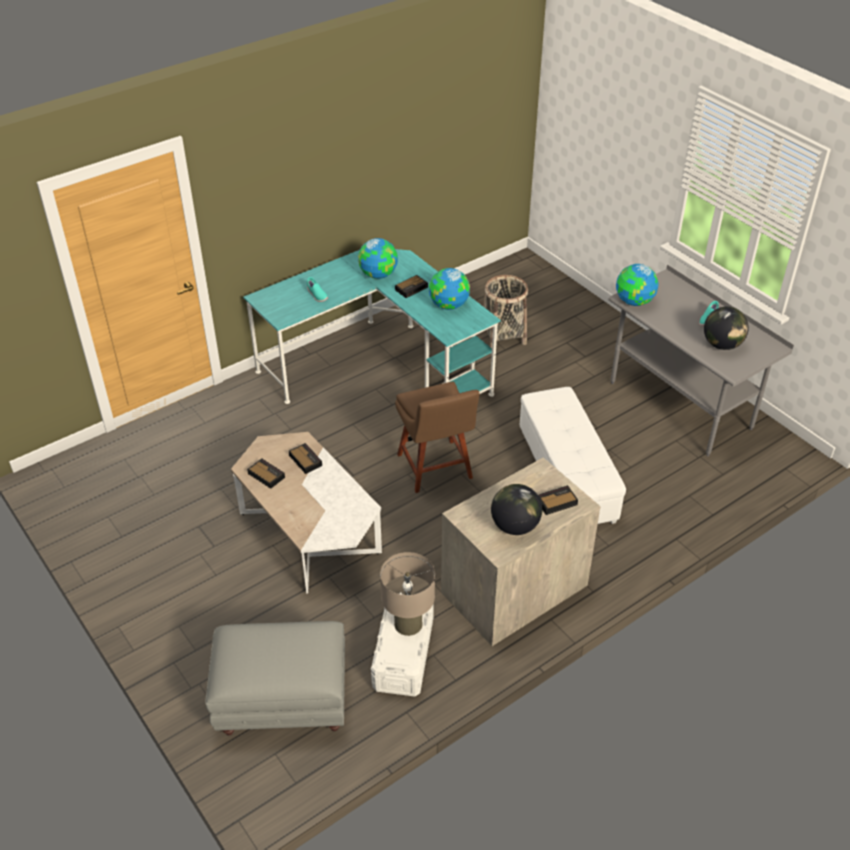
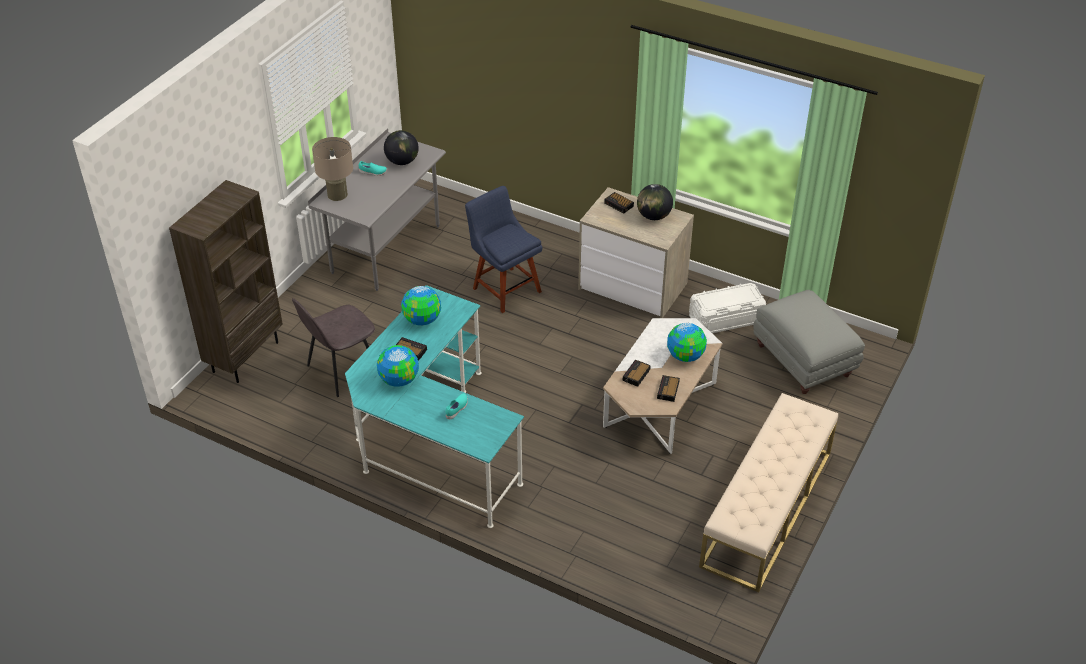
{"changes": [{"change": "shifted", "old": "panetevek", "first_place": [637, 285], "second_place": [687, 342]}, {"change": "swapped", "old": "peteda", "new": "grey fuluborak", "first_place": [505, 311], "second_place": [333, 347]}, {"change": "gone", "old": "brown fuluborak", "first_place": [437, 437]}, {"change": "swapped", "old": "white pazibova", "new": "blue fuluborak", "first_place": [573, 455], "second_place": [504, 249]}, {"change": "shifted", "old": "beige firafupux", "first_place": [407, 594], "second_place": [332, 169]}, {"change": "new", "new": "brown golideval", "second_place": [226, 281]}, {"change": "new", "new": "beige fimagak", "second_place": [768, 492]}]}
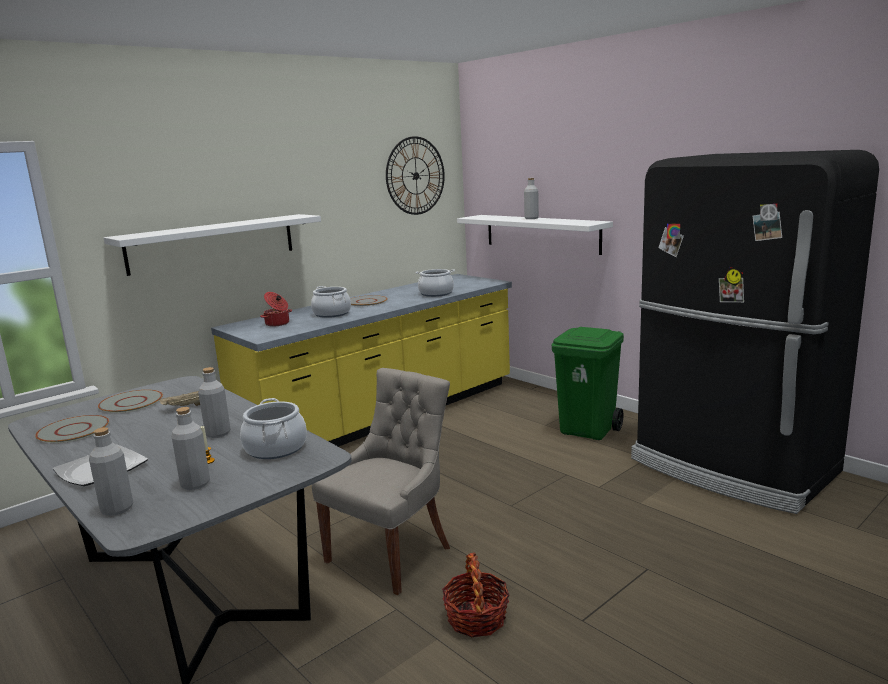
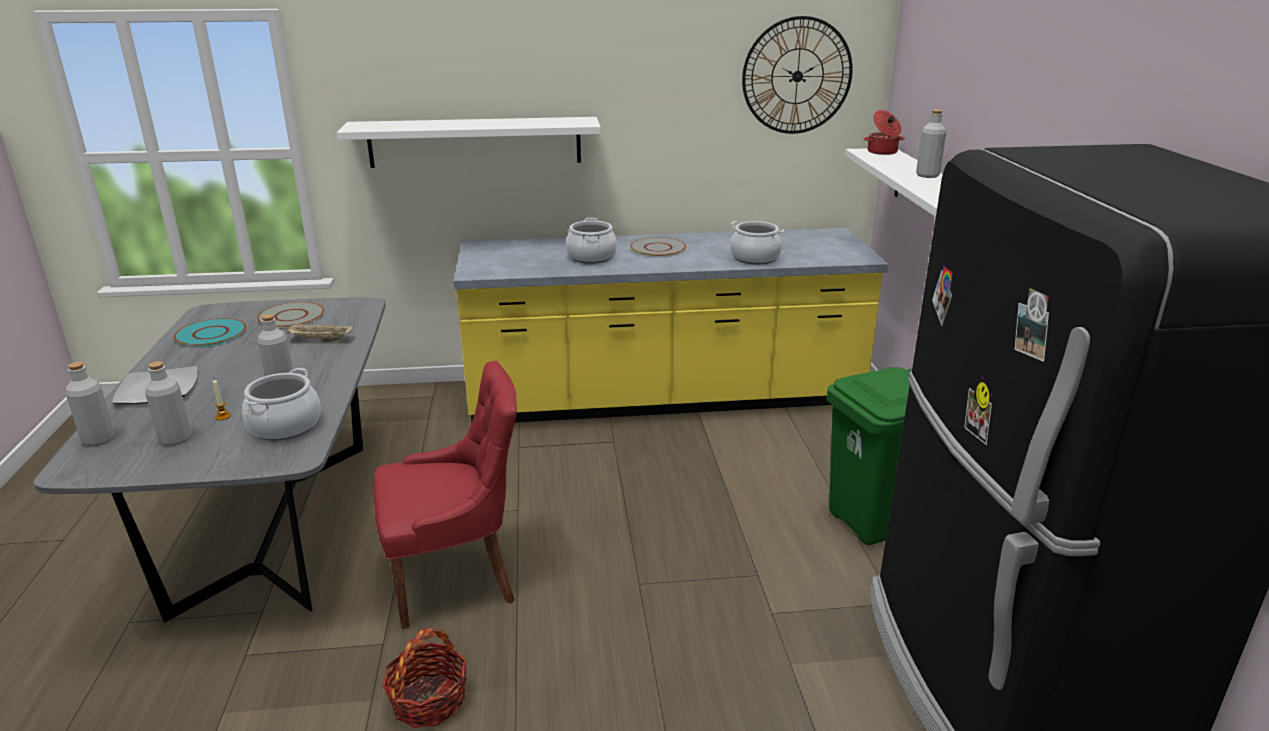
{"changes": [{"change": "shifted", "old": "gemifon", "first_place": [276, 309], "second_place": [884, 132]}, {"change": "repainted", "old": "grey fuluborak", "new": "red fuluborak", "first_place": [381, 481], "second_place": [445, 495]}, {"change": "repainted", "old": "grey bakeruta", "new": "turquoise bakeruta", "first_place": [72, 429], "second_place": [210, 332]}]}
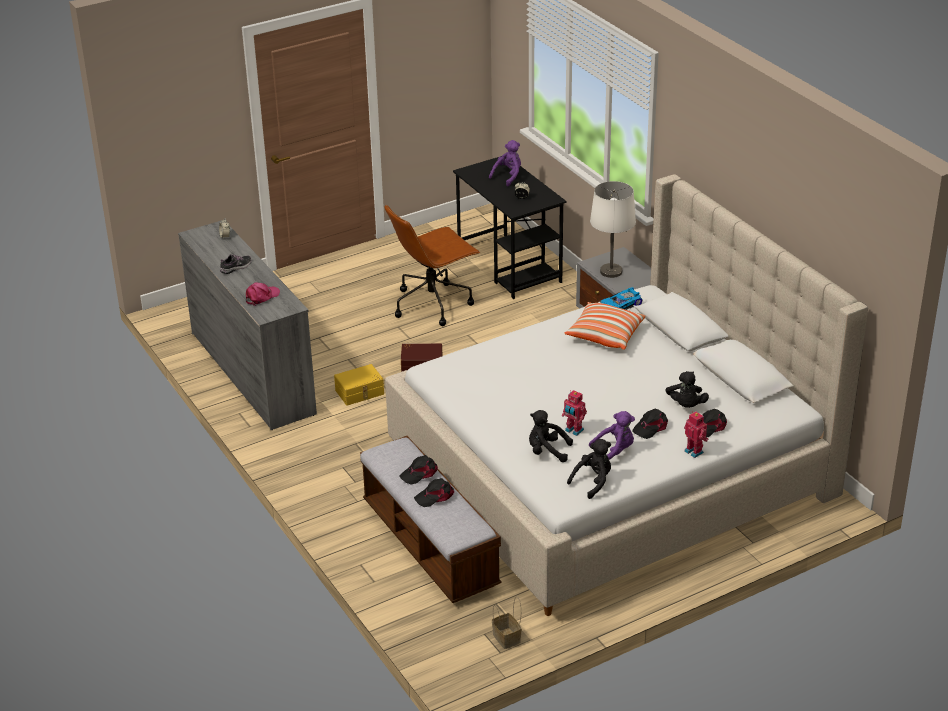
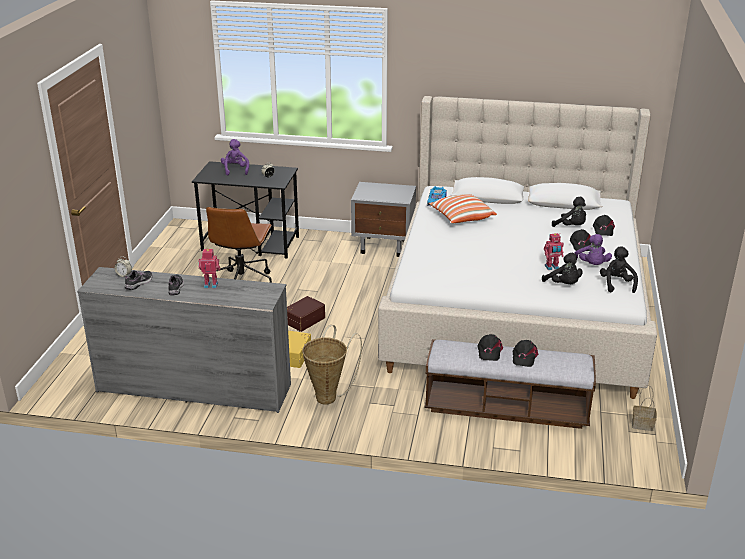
{"changes": [{"change": "gone", "old": "white firafupux", "first_place": [613, 229]}, {"change": "gone", "old": "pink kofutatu", "first_place": [263, 294]}, {"change": "rotated", "old": "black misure", "first_place": [551, 436], "second_place": [562, 268], "degrees": -90}, {"change": "rotated", "old": "purple misure", "first_place": [612, 435], "second_place": [593, 249], "degrees": 150}, {"change": "shifted", "old": "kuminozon", "first_place": [696, 434], "second_place": [209, 268]}, {"change": "new", "new": "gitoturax", "second_place": [139, 280]}, {"change": "new", "new": "peteda", "second_place": [332, 365]}]}
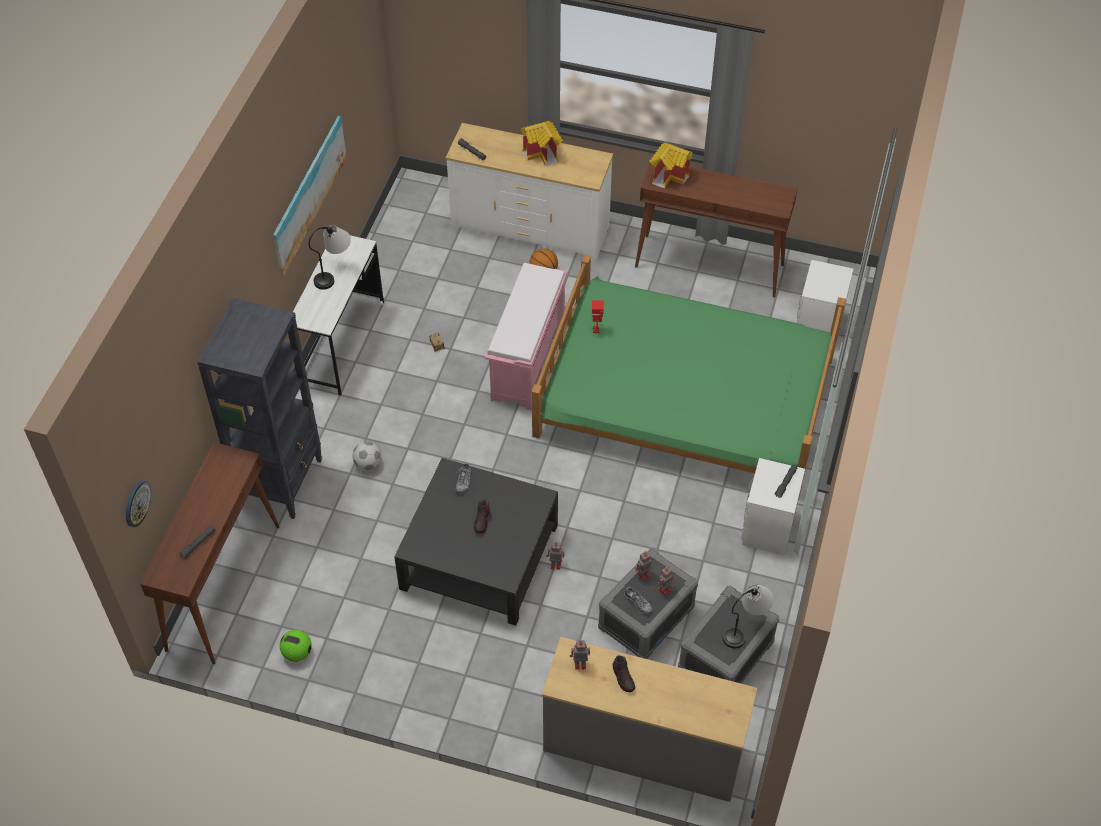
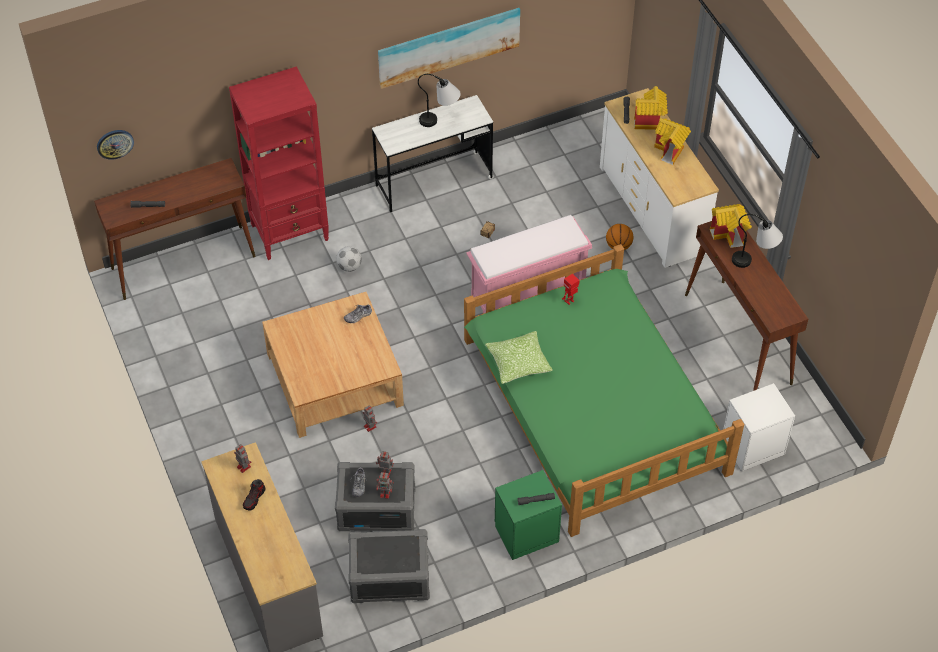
{"changes": [{"change": "repainted", "old": "black golideval", "new": "red golideval", "first_place": [259, 408], "second_place": [279, 163]}, {"change": "repainted", "old": "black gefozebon", "new": "beige gefozebon", "first_place": [476, 542], "second_place": [333, 365]}, {"change": "repainted", "old": "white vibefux", "new": "green vibefux", "first_place": [773, 506], "second_place": [528, 515]}, {"change": "gone", "old": "gitoturax", "first_place": [482, 517]}, {"change": "shifted", "old": "firafupux", "first_place": [748, 617], "second_place": [757, 241]}, {"change": "gone", "old": "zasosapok", "first_place": [296, 646]}, {"change": "new", "new": "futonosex", "second_place": [651, 108]}, {"change": "new", "new": "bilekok", "second_place": [519, 357]}]}
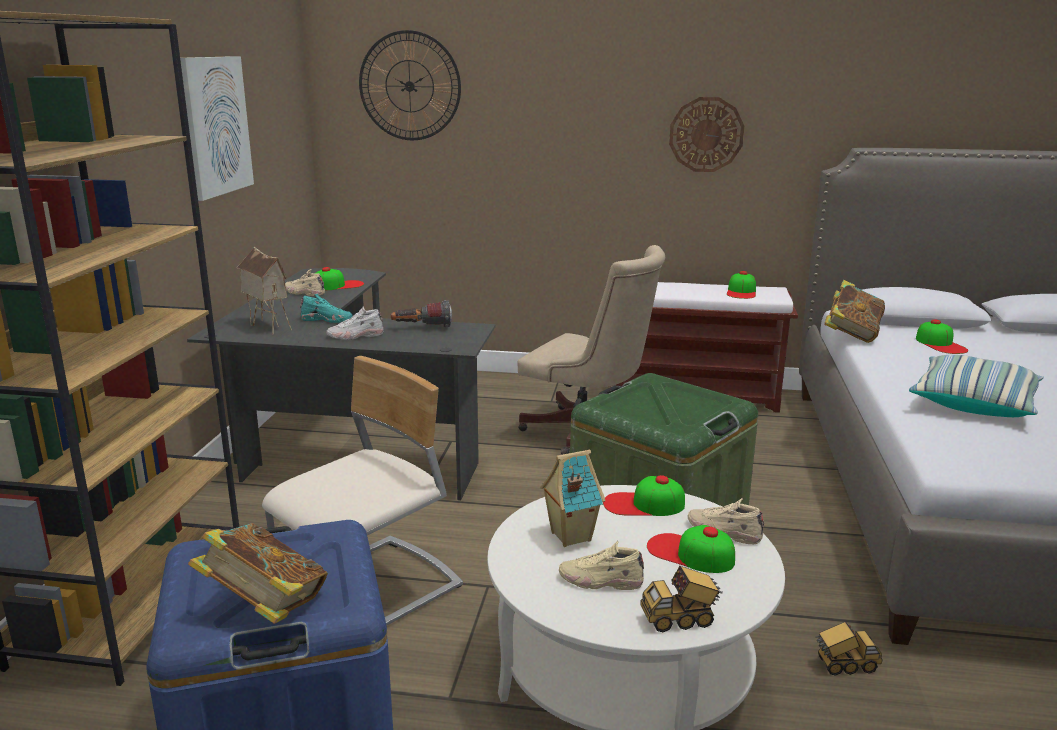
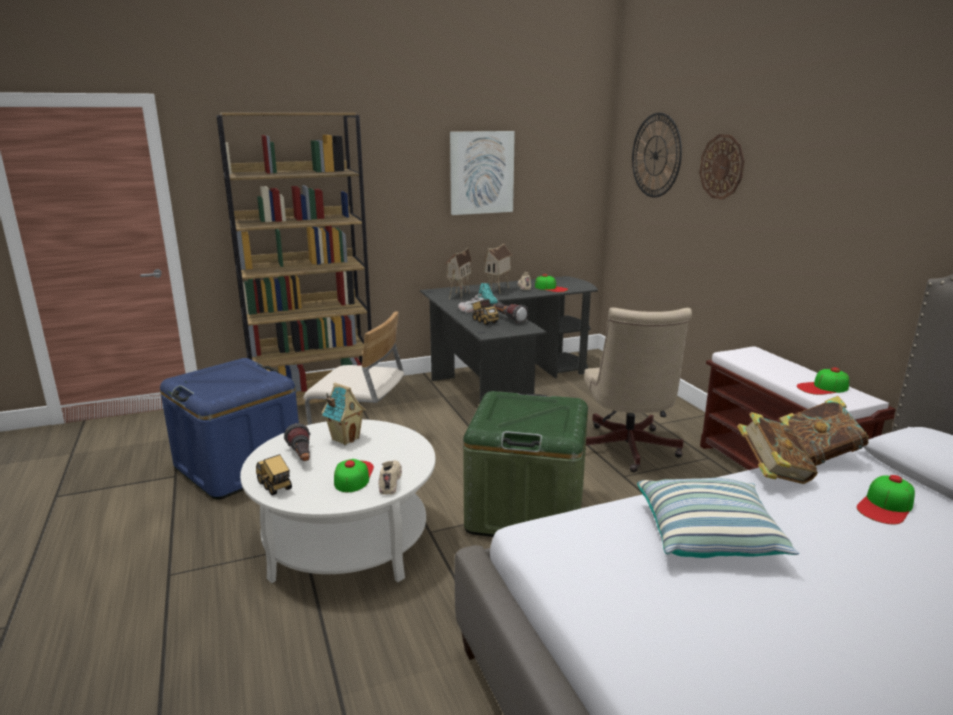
{"changes": [{"change": "shifted", "old": "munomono", "first_place": [706, 134], "second_place": [722, 167]}, {"change": "gone", "old": "kofutatu", "first_place": [644, 495]}, {"change": "shifted", "old": "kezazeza", "first_place": [258, 573], "second_place": [777, 448]}, {"change": "swapped", "old": "beige gitoturax", "new": "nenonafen", "first_place": [601, 565], "second_place": [297, 442]}, {"change": "shifted", "old": "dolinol", "first_place": [849, 648], "second_place": [485, 312]}, {"change": "new", "new": "futonosex", "second_place": [498, 269]}]}
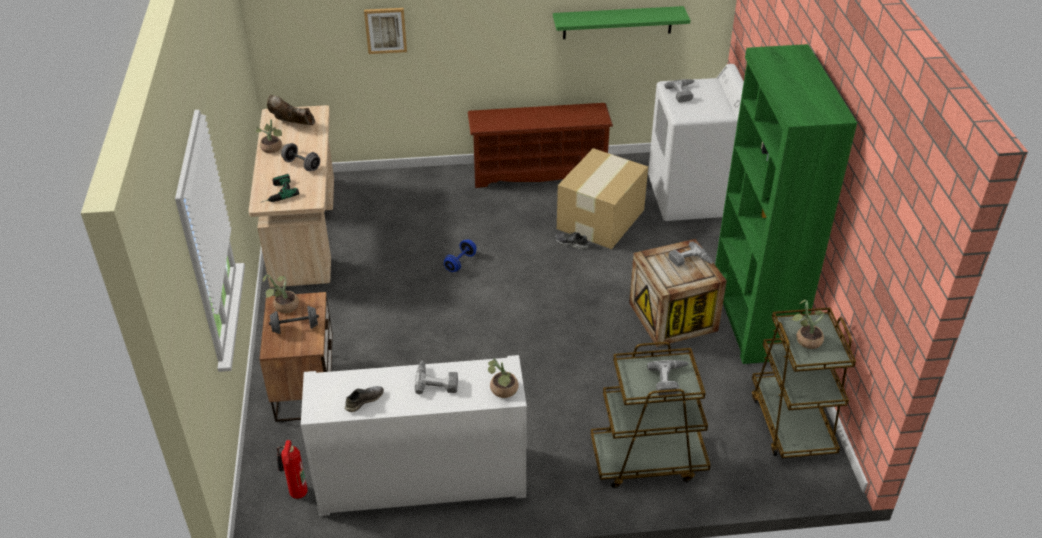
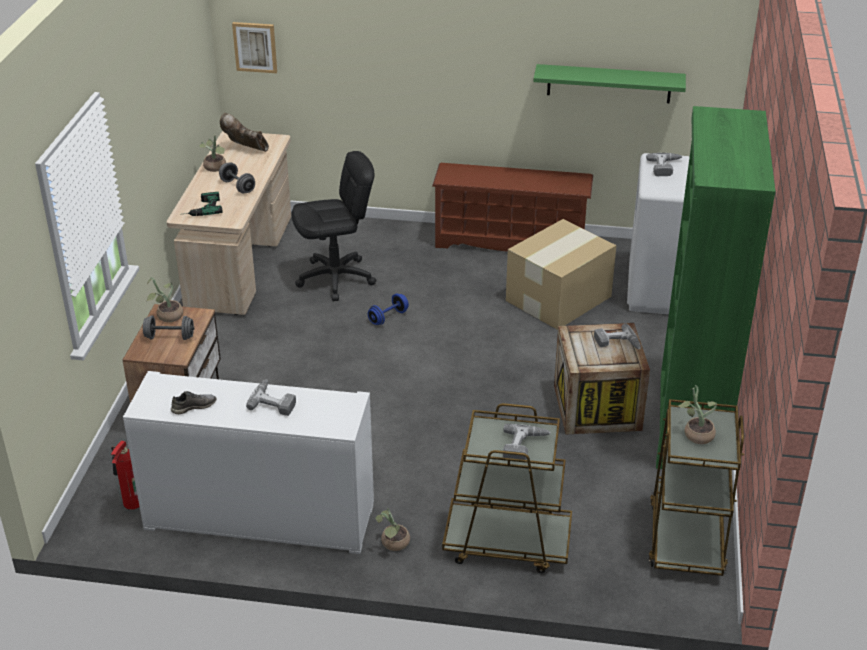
{"changes": [{"change": "shifted", "old": "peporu", "first_place": [385, 31], "second_place": [254, 47]}, {"change": "gone", "old": "gitoturax", "first_place": [572, 240]}, {"change": "shifted", "old": "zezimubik", "first_place": [503, 378], "second_place": [393, 530]}, {"change": "new", "new": "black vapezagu", "second_place": [334, 226]}]}
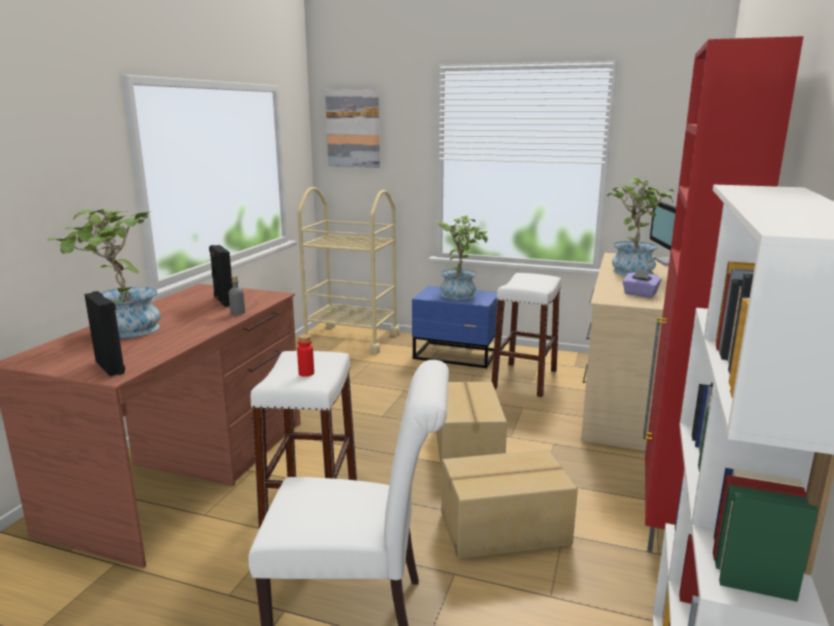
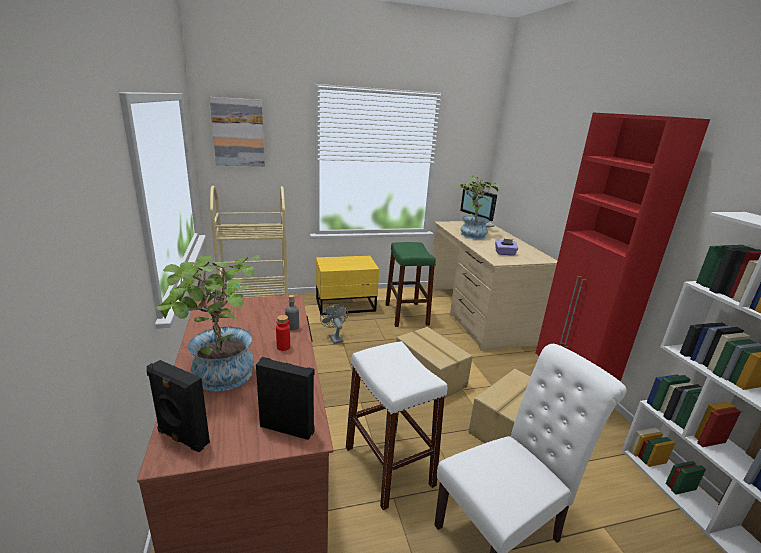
{"changes": [{"change": "gone", "old": "zezimubik", "first_place": [461, 257]}, {"change": "shifted", "old": "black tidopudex", "first_place": [221, 276], "second_place": [178, 406]}, {"change": "repainted", "old": "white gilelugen", "new": "green gilelugen", "first_place": [526, 335], "second_place": [410, 284]}, {"change": "repainted", "old": "blue vibefux", "new": "yellow vibefux", "first_place": [455, 327], "second_place": [347, 285]}, {"change": "shifted", "old": "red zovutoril", "first_place": [305, 355], "second_place": [283, 333]}, {"change": "new", "new": "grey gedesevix", "second_place": [334, 324]}]}
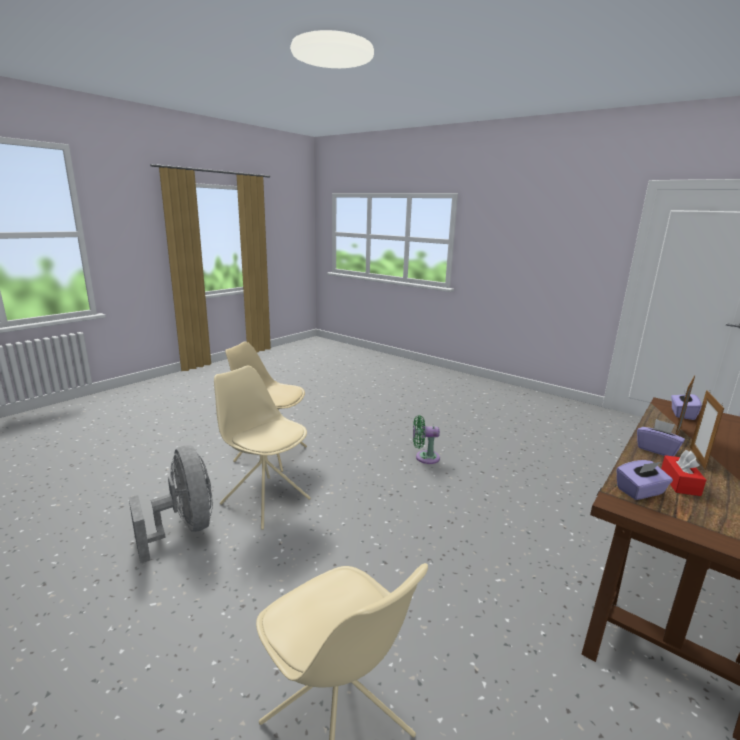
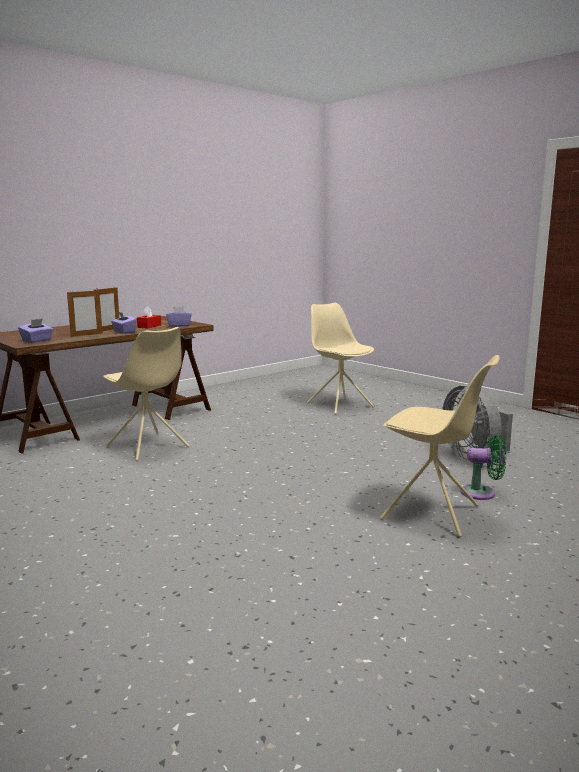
{"changes": [{"change": "shifted", "old": "beige fuluborak", "first_place": [262, 448], "second_place": [146, 394]}, {"change": "shifted", "old": "green gedesevix", "first_place": [426, 439], "second_place": [483, 467]}]}
